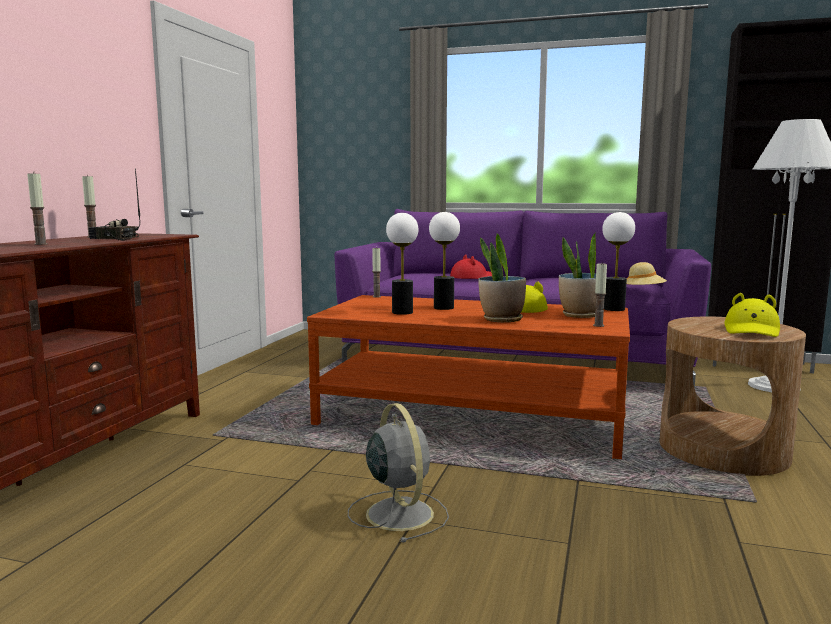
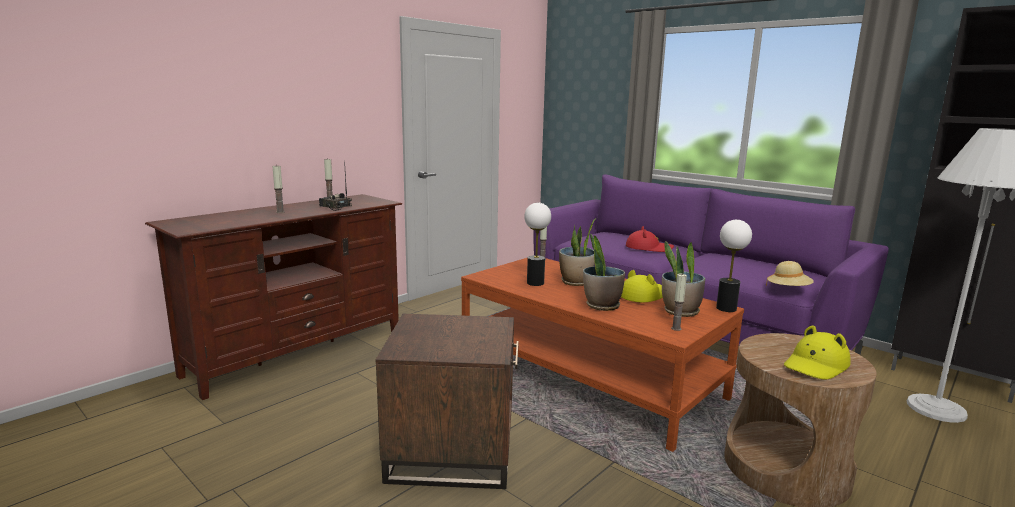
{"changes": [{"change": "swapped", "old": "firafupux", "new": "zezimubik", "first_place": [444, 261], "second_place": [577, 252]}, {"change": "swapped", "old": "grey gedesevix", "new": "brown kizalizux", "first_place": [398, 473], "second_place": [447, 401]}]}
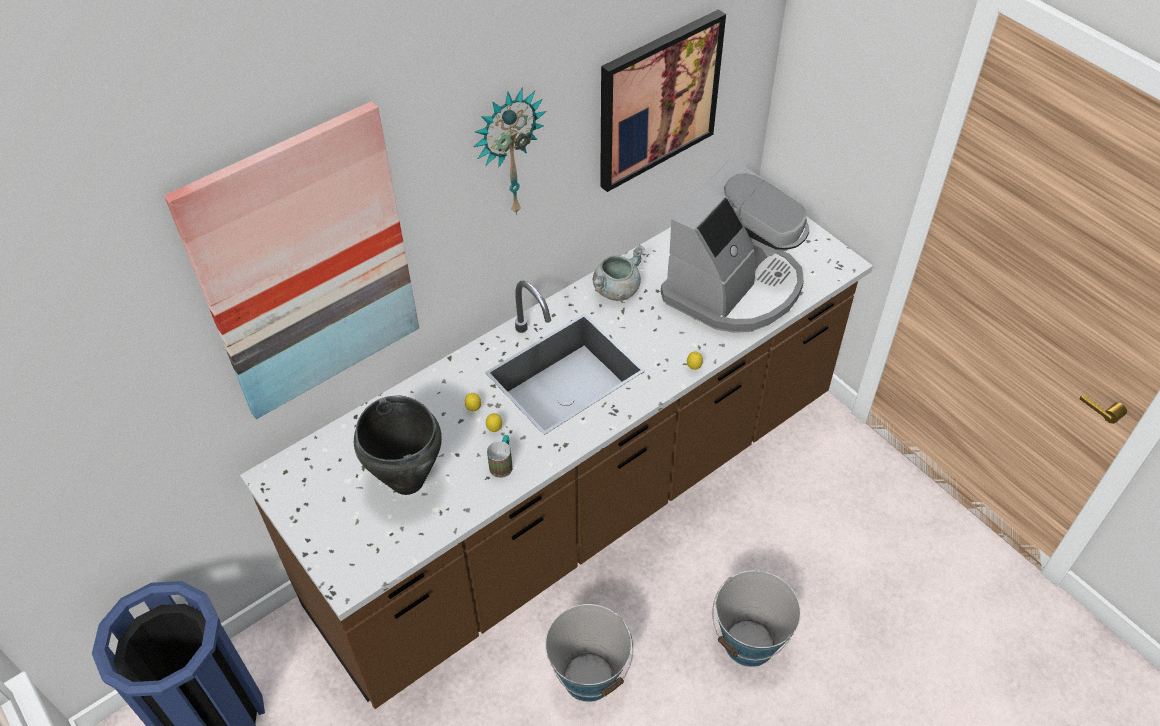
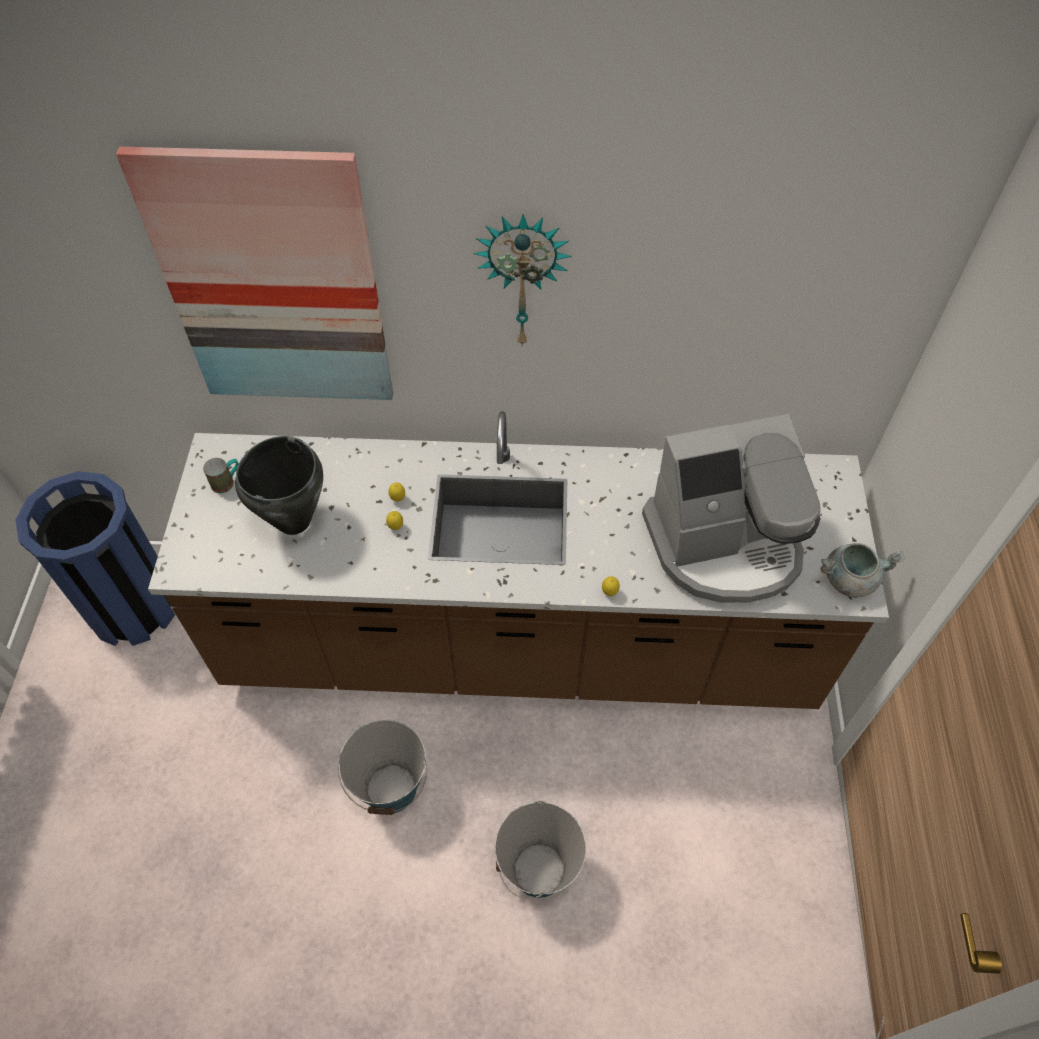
{"changes": [{"change": "gone", "old": "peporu", "first_place": [663, 100]}, {"change": "shifted", "old": "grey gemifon", "first_place": [619, 273], "second_place": [862, 570]}, {"change": "shifted", "old": "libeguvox", "first_place": [500, 456], "second_place": [221, 475]}]}
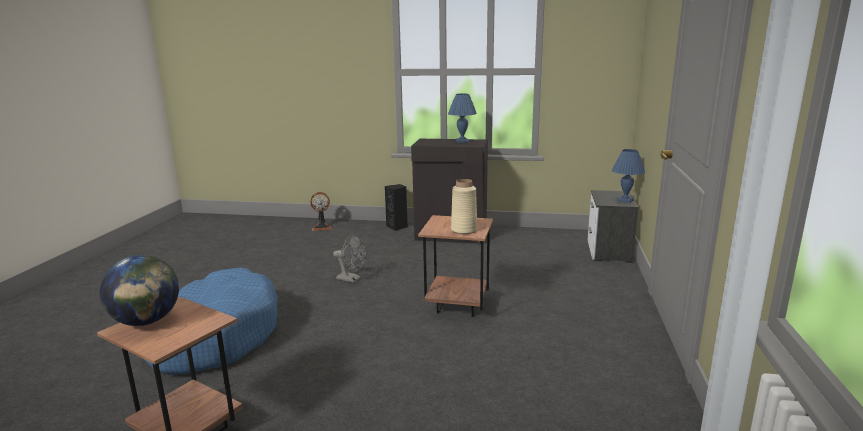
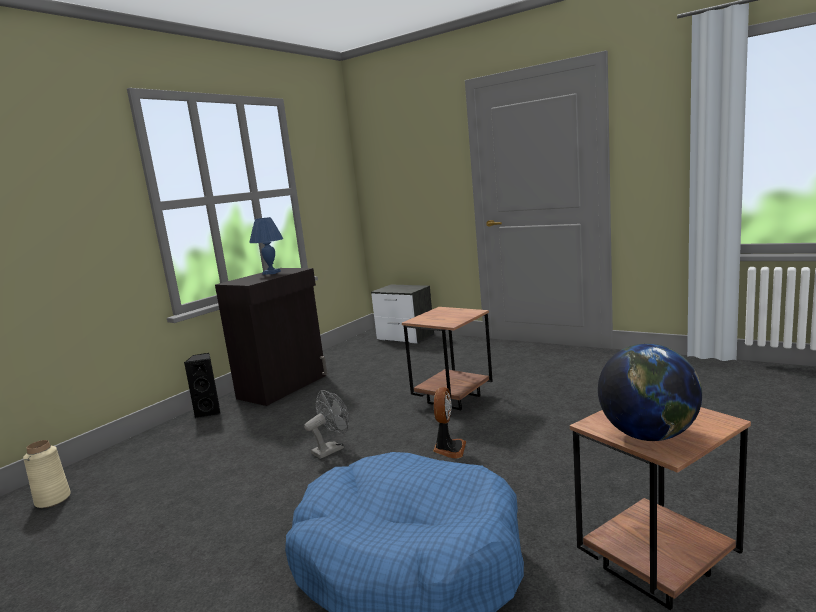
{"changes": [{"change": "gone", "old": "blue firafupux", "first_place": [628, 176]}, {"change": "shifted", "old": "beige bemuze", "first_place": [464, 206], "second_place": [47, 474]}, {"change": "shifted", "old": "gedesevix", "first_place": [321, 211], "second_place": [449, 423]}]}
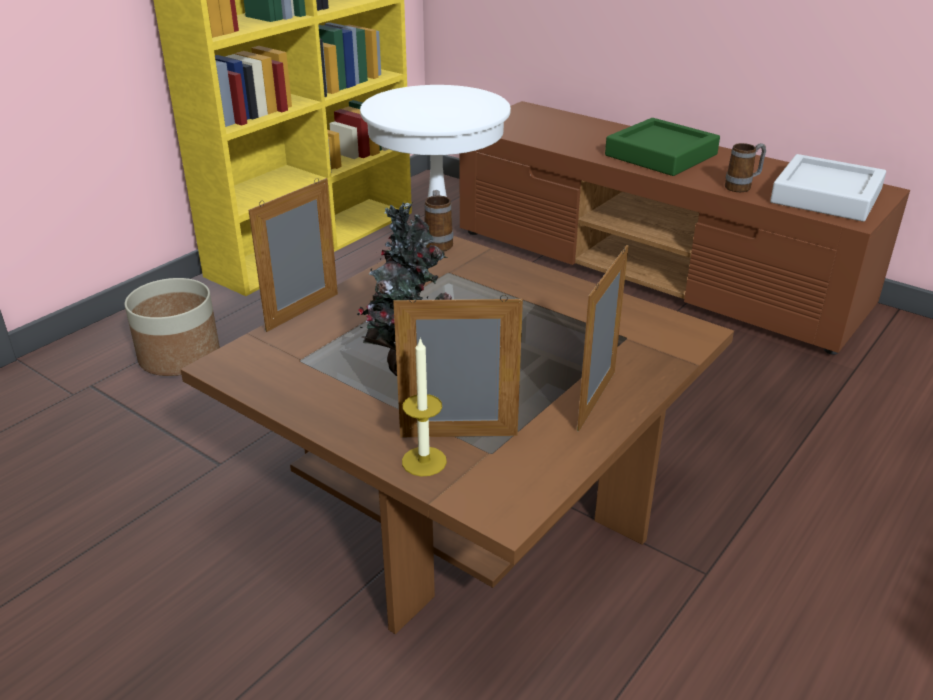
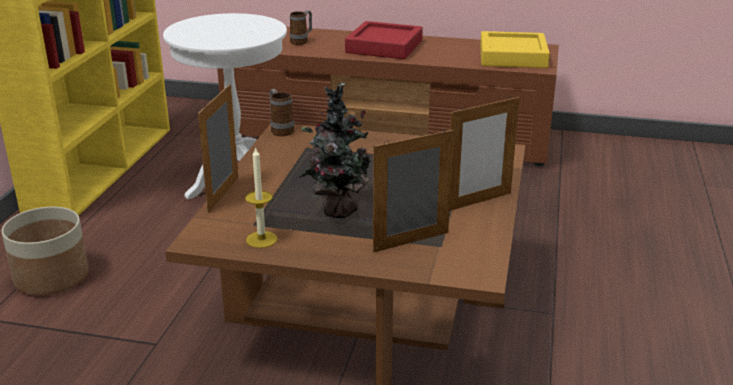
{"changes": [{"change": "repainted", "old": "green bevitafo", "new": "red bevitafo", "first_place": [662, 147], "second_place": [384, 40]}, {"change": "shifted", "old": "libeguvox", "first_place": [745, 167], "second_place": [301, 27]}, {"change": "repainted", "old": "grey bevitafo", "new": "yellow bevitafo", "first_place": [828, 188], "second_place": [515, 49]}, {"change": "rotated", "old": "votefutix", "first_place": [602, 338], "second_place": [485, 153], "degrees": -120}, {"change": "shifted", "old": "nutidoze", "first_place": [424, 406], "second_place": [261, 197]}]}
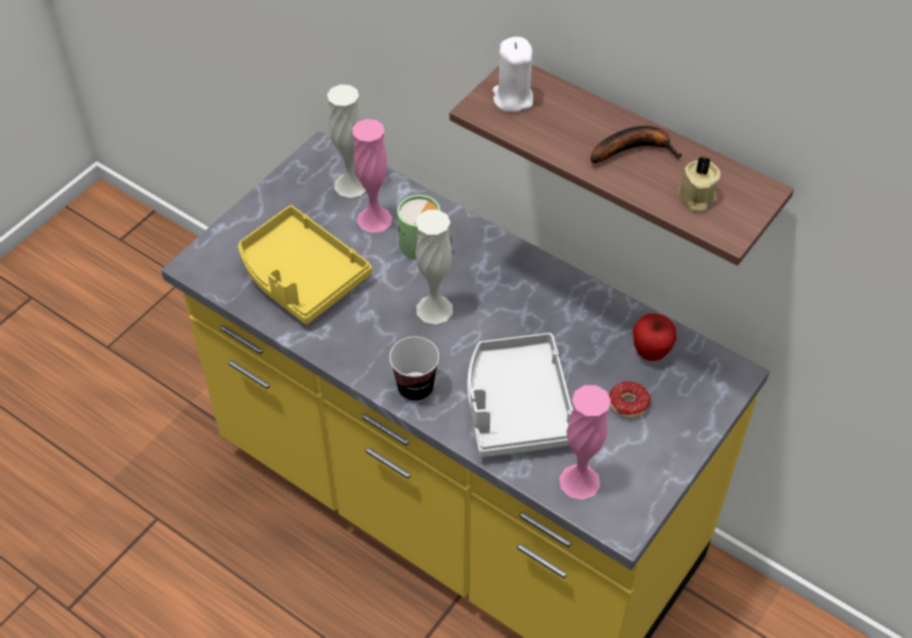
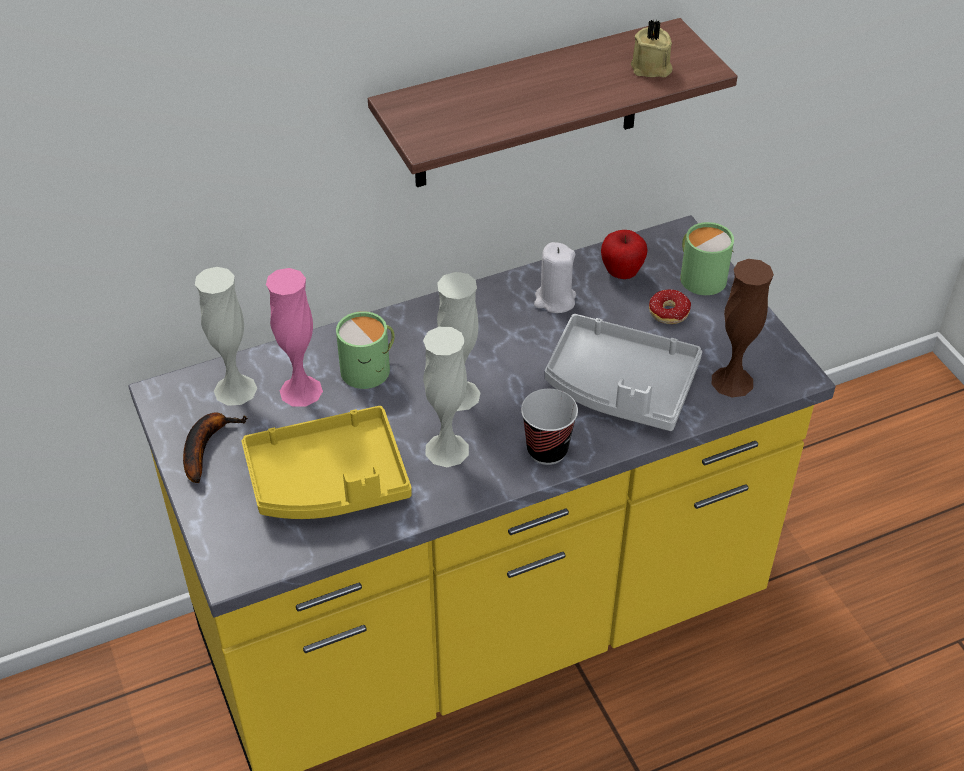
{"changes": [{"change": "shifted", "old": "white nutidoze", "first_place": [512, 75], "second_place": [555, 277]}, {"change": "shifted", "old": "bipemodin", "first_place": [636, 145], "second_place": [215, 447]}, {"change": "repainted", "old": "pink bemuze", "new": "brown bemuze", "first_place": [585, 442], "second_place": [743, 328]}, {"change": "new", "new": "green libeguvox", "second_place": [707, 258]}, {"change": "new", "new": "white bemuze", "second_place": [446, 397]}]}
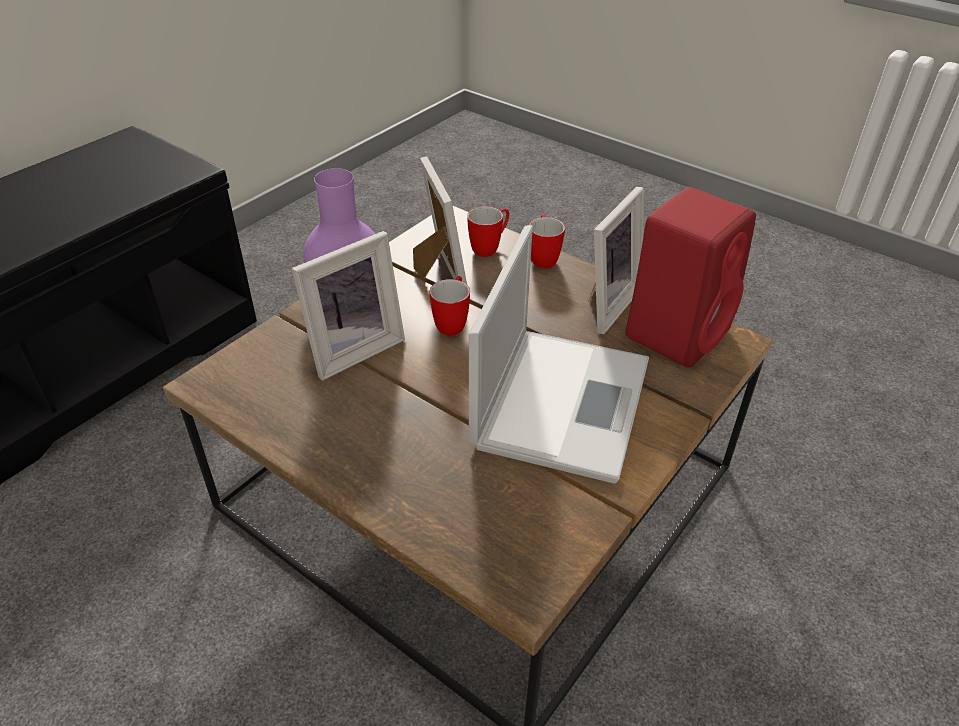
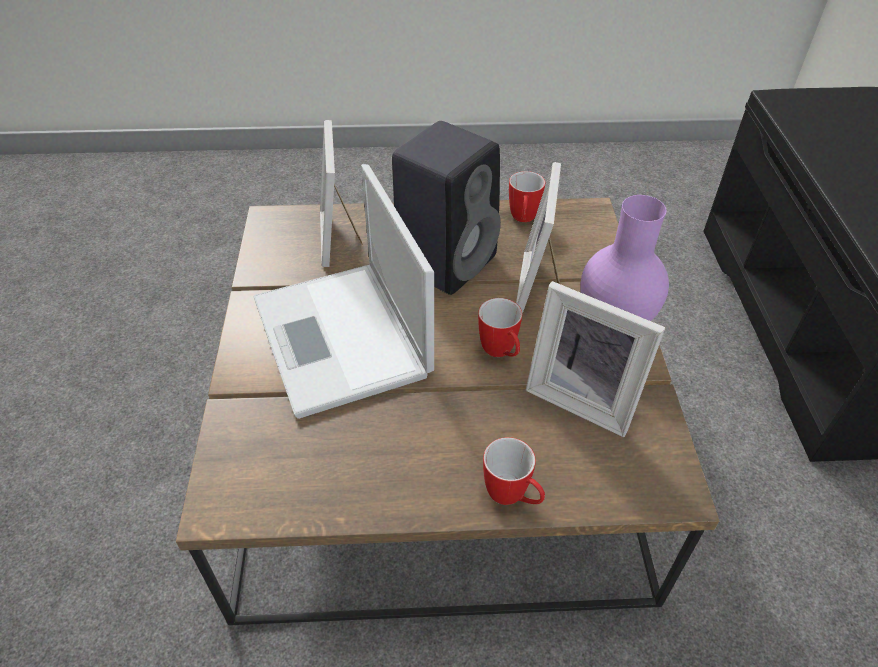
{"changes": [{"change": "shifted", "old": "votefutix", "first_place": [616, 260], "second_place": [341, 193]}, {"change": "gone", "old": "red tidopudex", "first_place": [691, 277]}, {"change": "shifted", "old": "libeguvox", "first_place": [488, 231], "second_place": [527, 196]}, {"change": "new", "new": "black tidopudex", "second_place": [446, 208]}]}
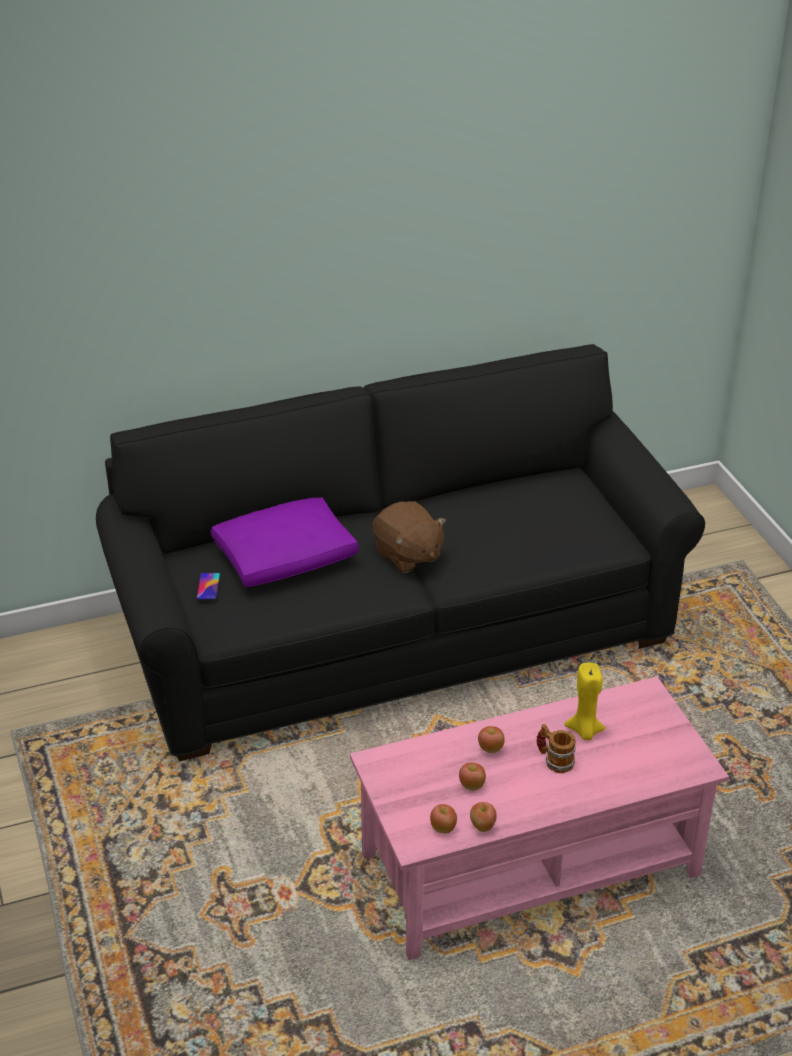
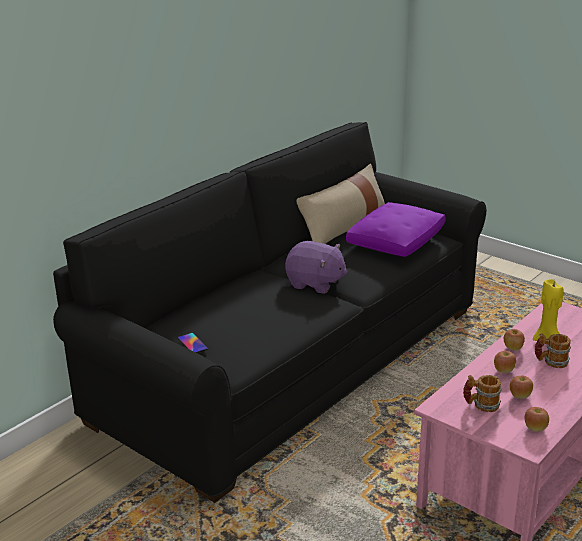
{"changes": [{"change": "shifted", "old": "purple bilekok", "first_place": [285, 542], "second_place": [396, 229]}, {"change": "repainted", "old": "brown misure", "new": "purple misure", "first_place": [409, 537], "second_place": [316, 267]}, {"change": "shifted", "old": "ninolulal", "first_place": [483, 817], "second_place": [514, 340]}, {"change": "new", "new": "beige bilekok", "second_place": [340, 204]}, {"change": "new", "new": "libeguvox", "second_place": [482, 393]}]}
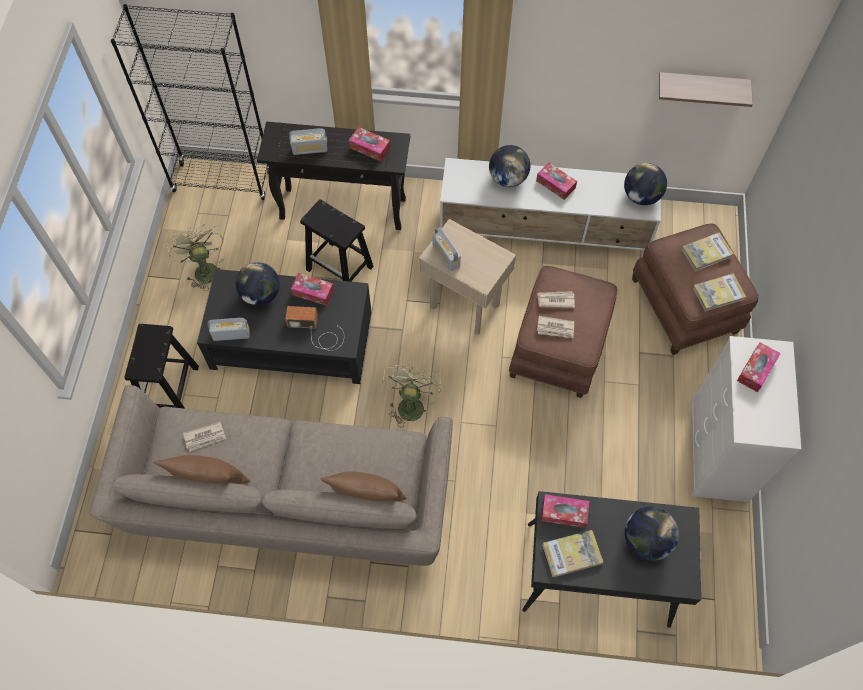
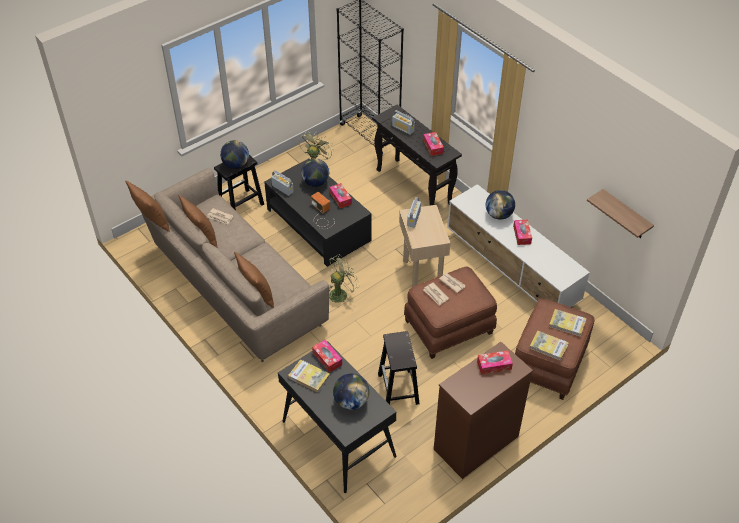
{"changes": [{"change": "shifted", "old": "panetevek", "first_place": [645, 184], "second_place": [234, 154]}, {"change": "shifted", "old": "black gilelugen", "first_place": [337, 240], "second_place": [398, 368]}, {"change": "repainted", "old": "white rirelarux", "new": "brown rirelarux", "first_place": [745, 419], "second_place": [483, 410]}, {"change": "new", "new": "brown bilekok", "second_place": [147, 206]}]}
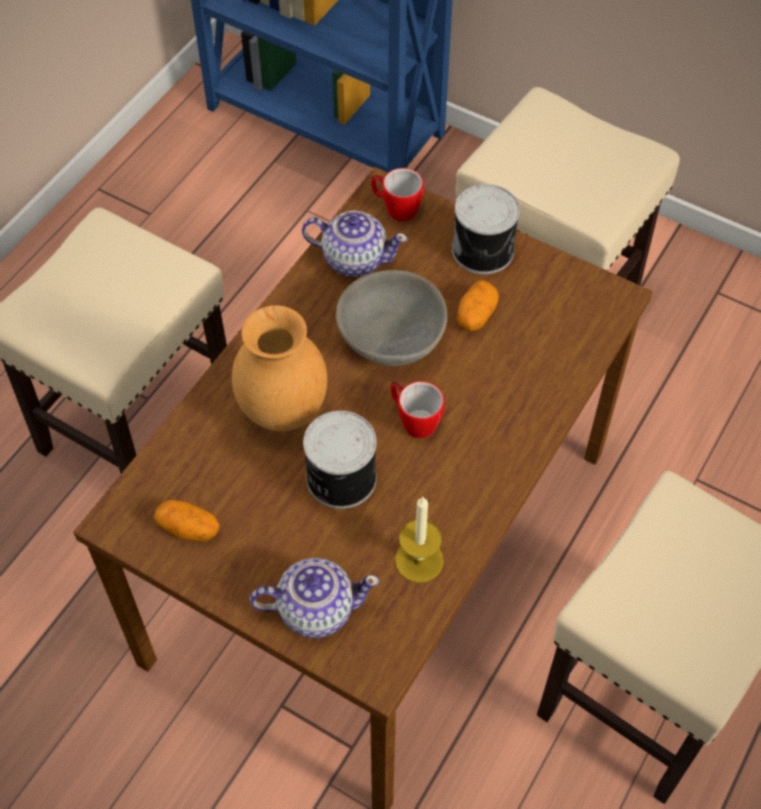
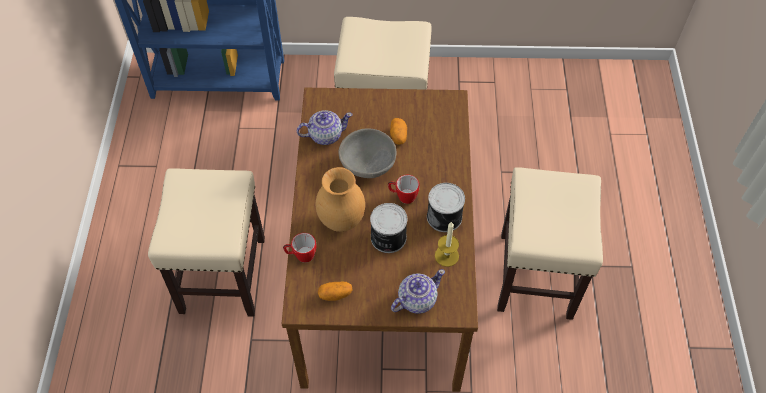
{"changes": [{"change": "shifted", "old": "libeguvox", "first_place": [397, 194], "second_place": [300, 248]}, {"change": "shifted", "old": "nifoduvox", "first_place": [486, 229], "second_place": [446, 207]}]}
